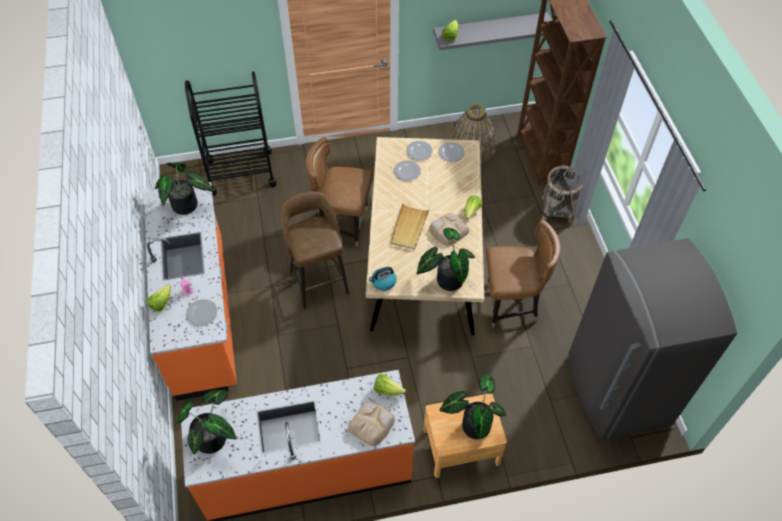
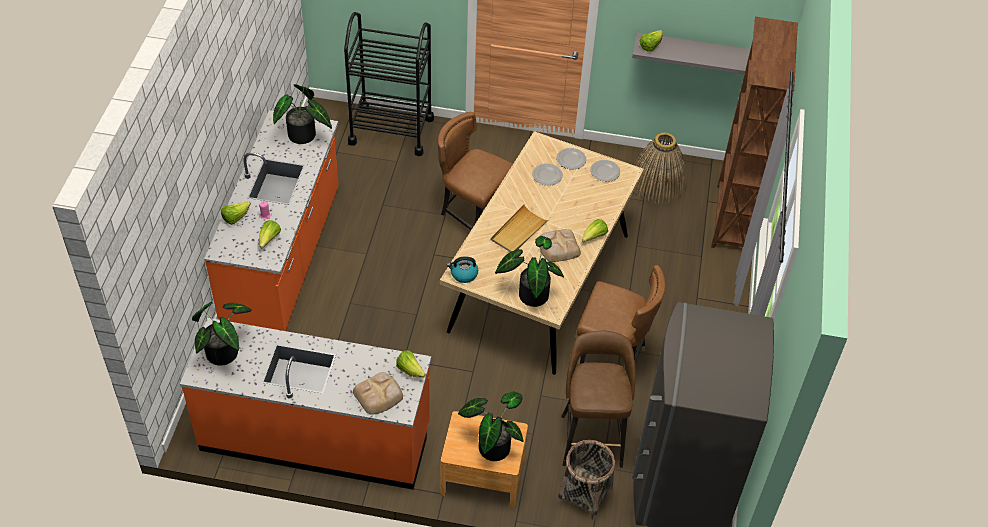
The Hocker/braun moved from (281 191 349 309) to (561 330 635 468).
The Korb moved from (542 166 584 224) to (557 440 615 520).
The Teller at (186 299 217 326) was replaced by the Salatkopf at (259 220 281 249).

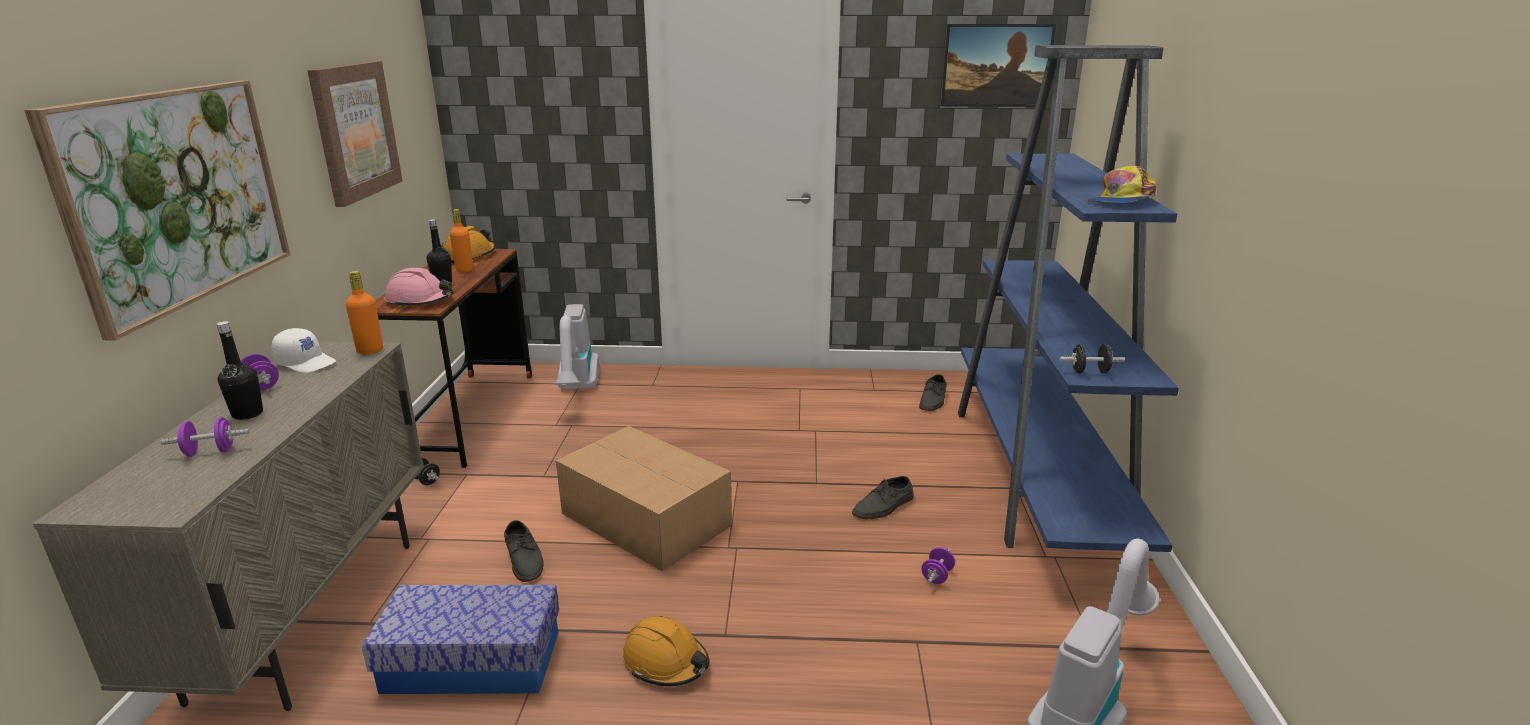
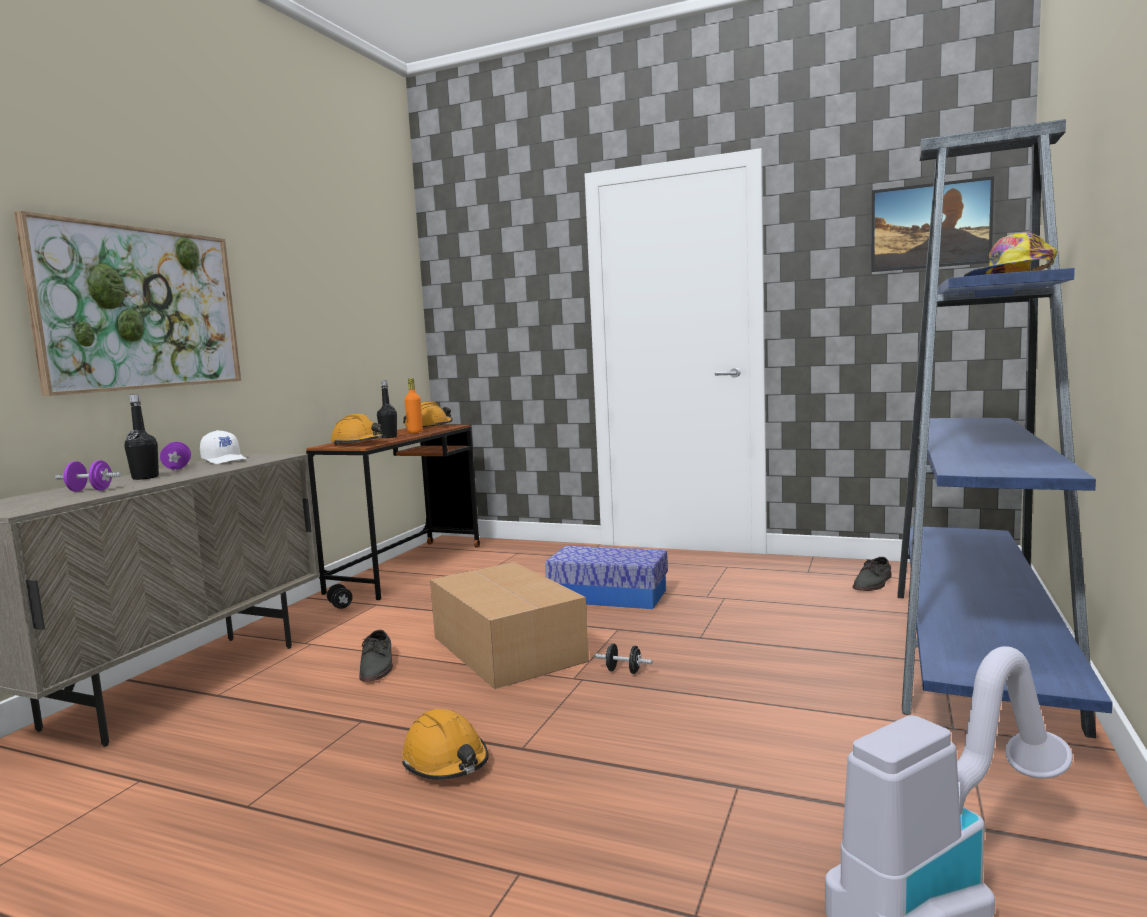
The Bild at (307 61 403 207) disappeared.
The Flasche/orange at (346 271 383 354) disappeared.
The Staubsauger at (554 304 600 390) disappeared.
The Schuh/grau at (852 476 914 519) disappeared.
The Hantel/lila at (921 547 955 584) disappeared.
The Aufbewahrungsbox moved from (362 585 559 694) to (545 546 668 609).
The Hantel/schwarz moved from (1060 344 1125 374) to (595 643 652 674).
The Schutzhelm/rosa at (384 268 454 308) became the Schutzhelm/orange at (331 414 386 445).

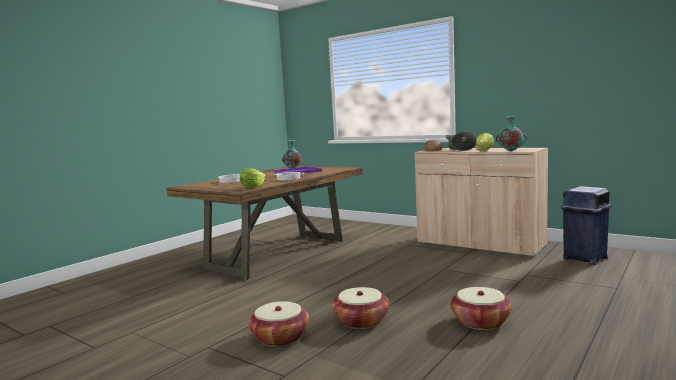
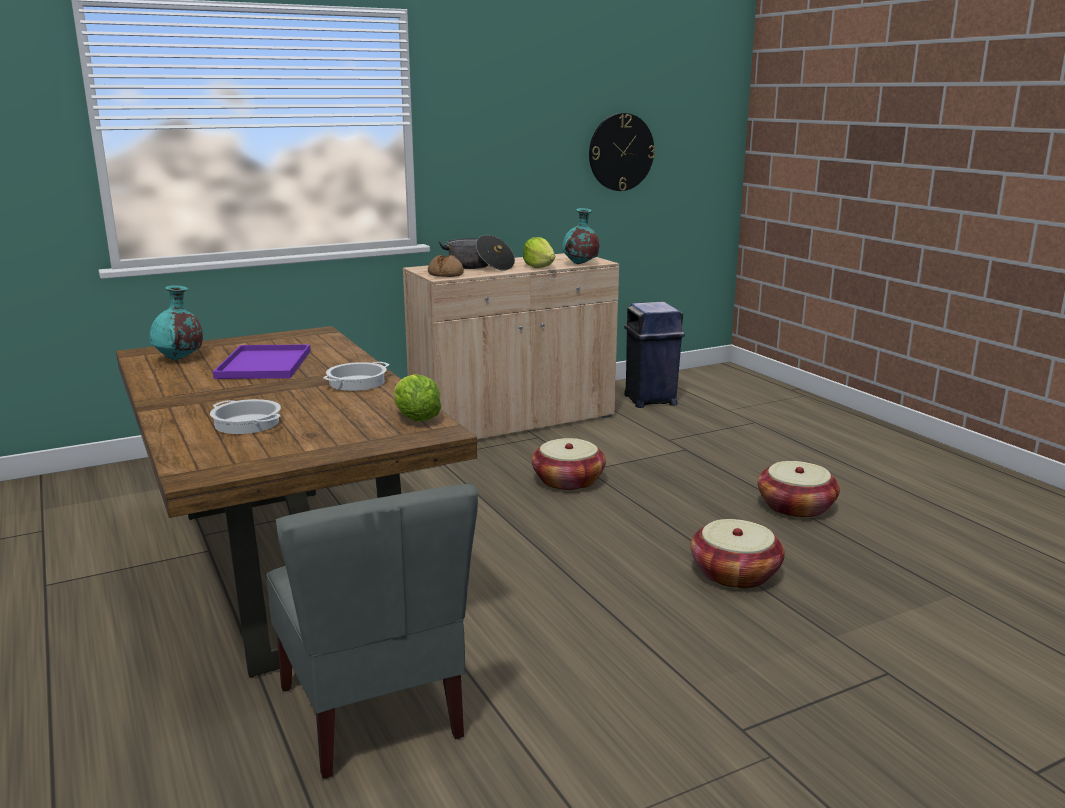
The Stuhl/grau at (266 484 478 779) appeared.
The Wanduhr at (589 113 655 191) appeared.
The Korb moved from (248 301 309 347) to (532 438 606 491).

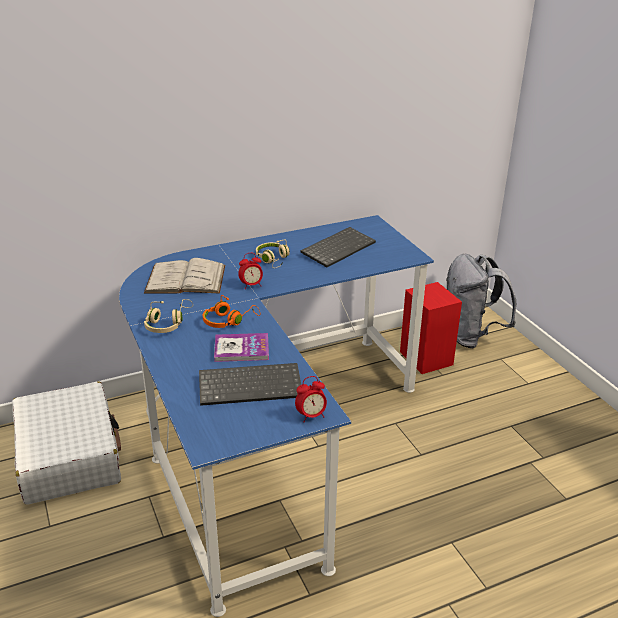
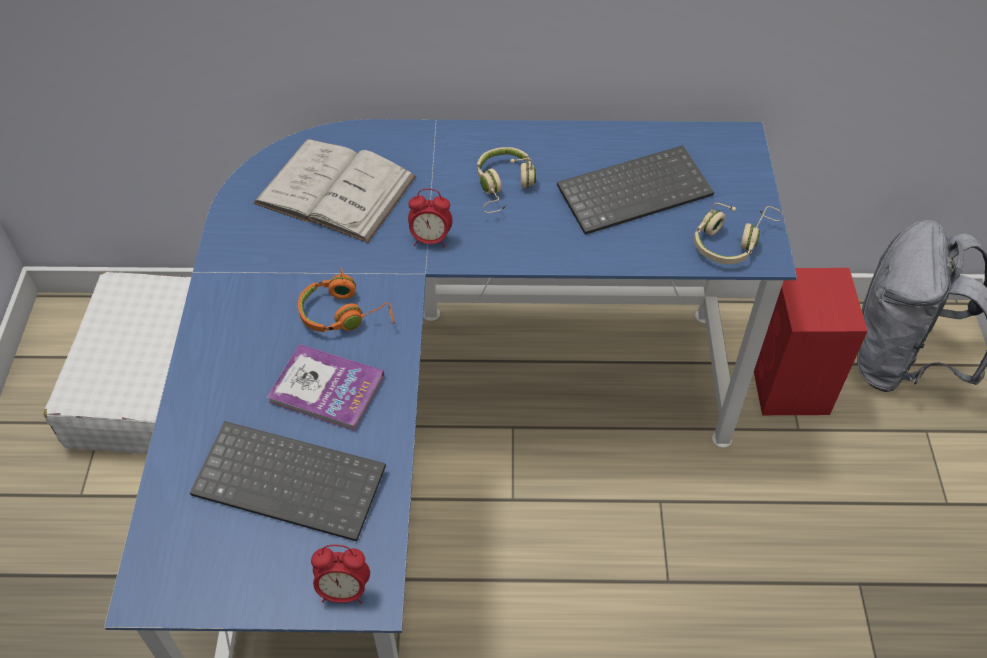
The Kopfhörer/beige moved from (144 299 193 333) to (694 203 782 264).

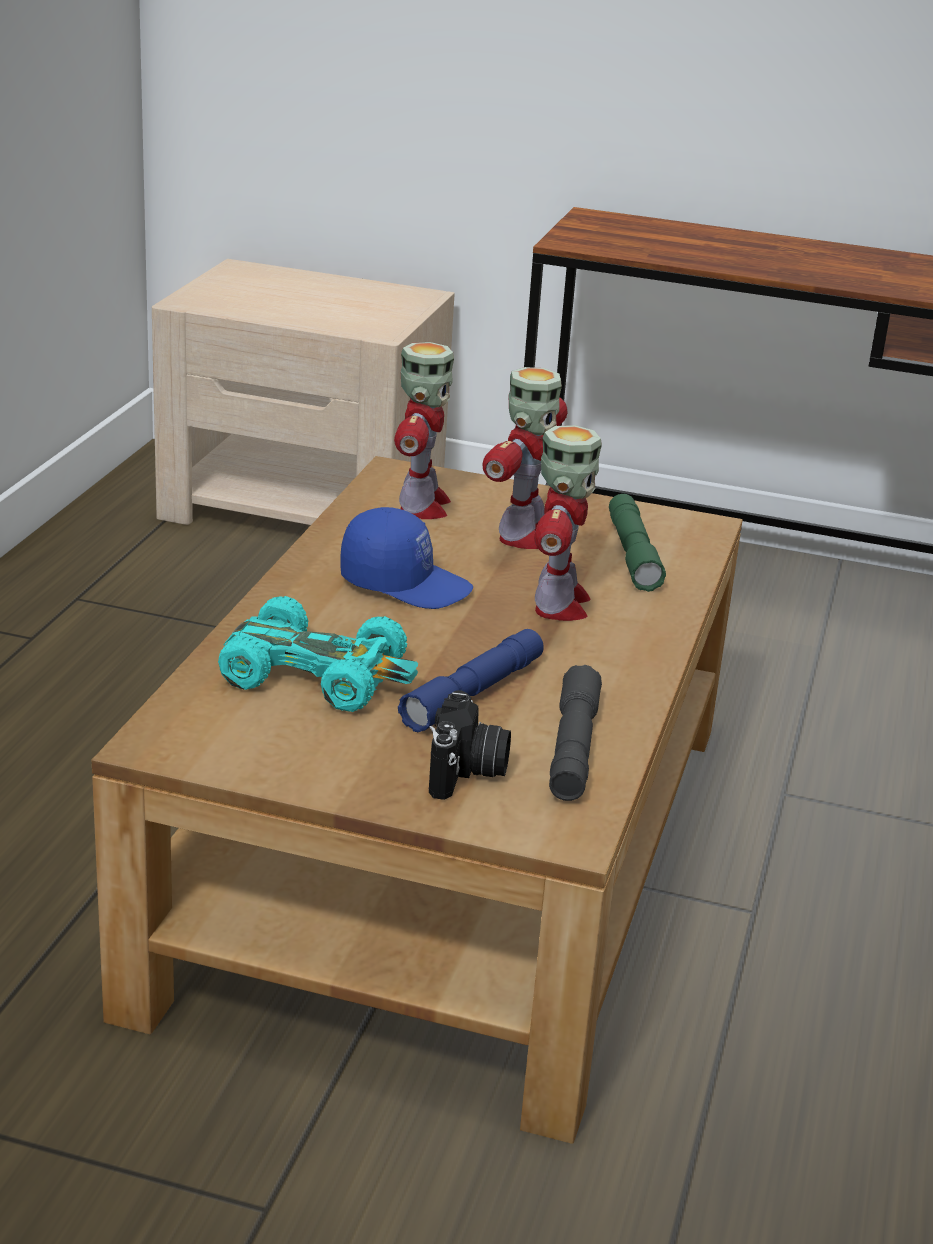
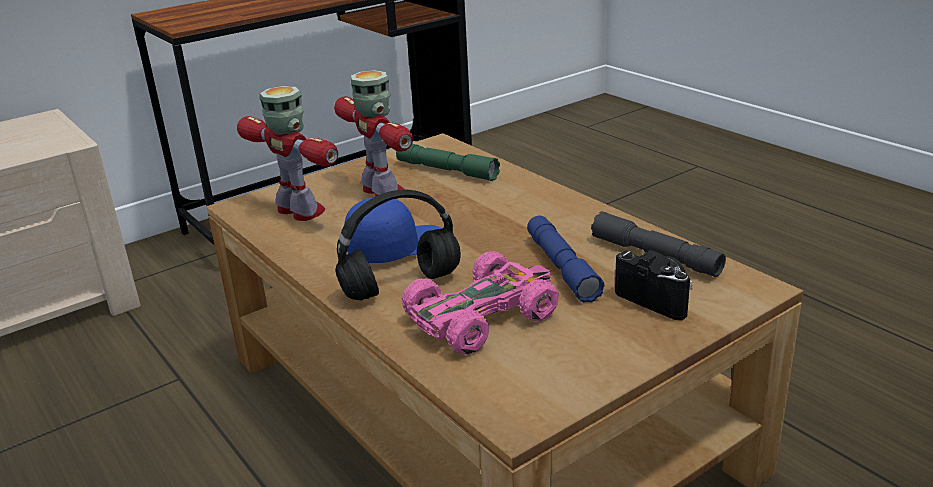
The Spielzeugroboter at (534 425 602 621) disappeared.
The Kopfhörer/schwarz at (335 190 461 301) appeared.
The Spielzeugauto/türkis at (218 596 418 712) became the Spielzeugauto/rosa at (402 251 559 354).

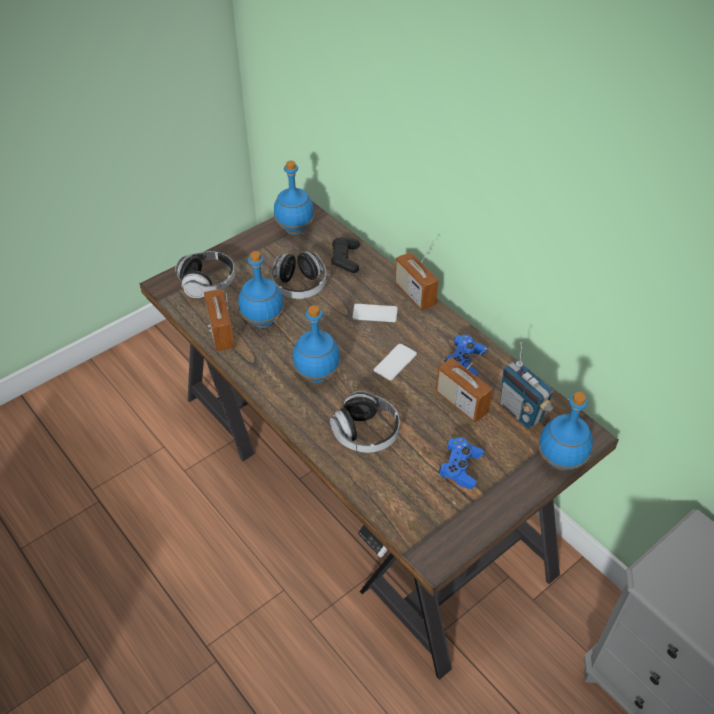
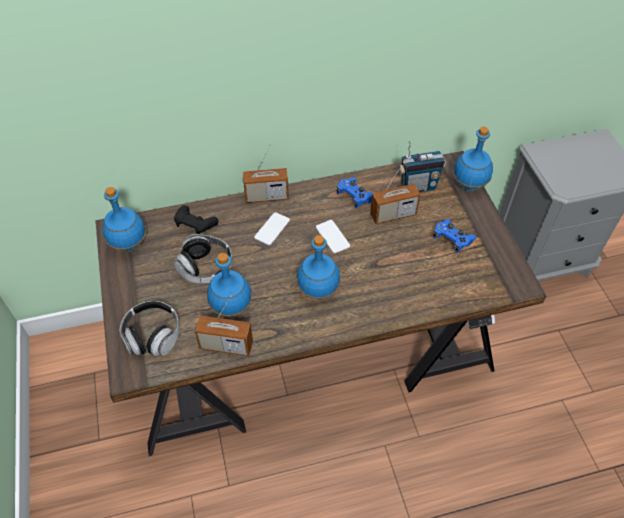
The Kopfhörer at (330 391 400 453) disappeared.

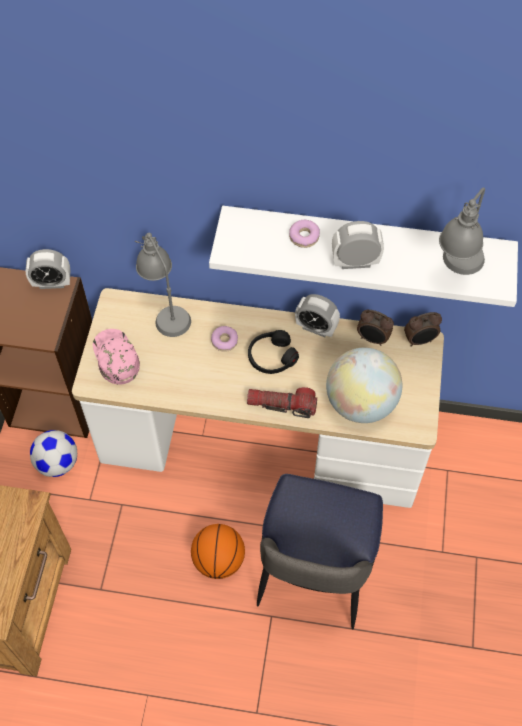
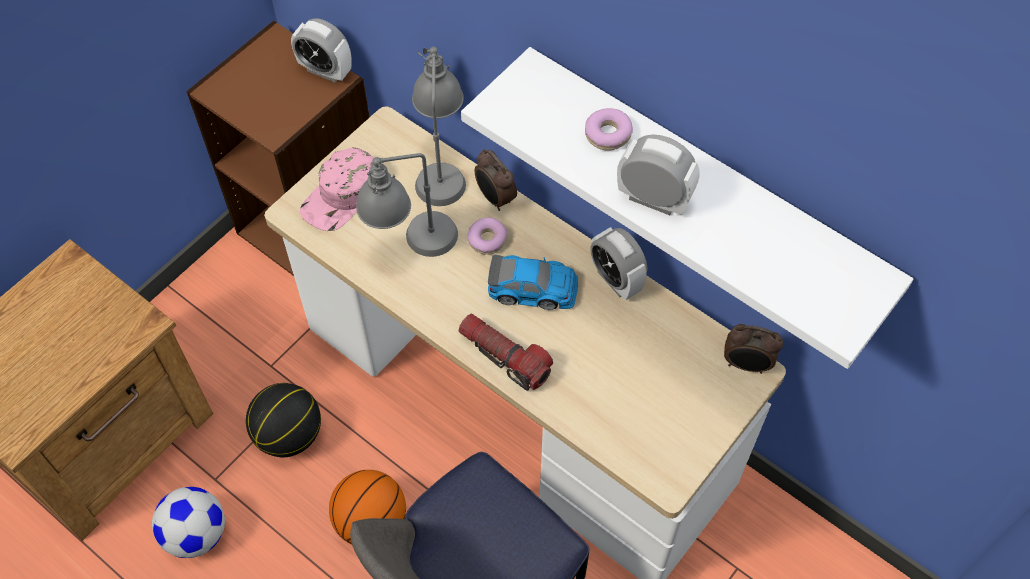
The Globus at (326 348 402 423) disappeared.
The Basketball at (246 383 321 457) appeared.
The Fußball moved from (30 430 77 477) to (152 487 225 558).
The Wecker moved from (357 310 394 346) to (475 149 517 211).
The Tischlampe/grau moved from (439 187 485 275) to (356 153 458 257).
The Kopfhörer/schwarz at (248 330 299 374) was replaced by the Spielzeugauto at (488 255 578 310).
The Kappe/rosa at (93 329 140 385) turned 150 degrees counterclockwise.

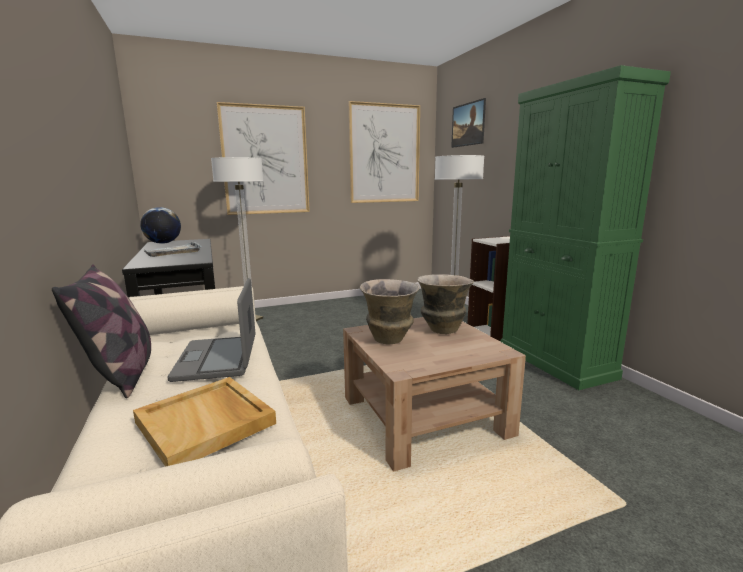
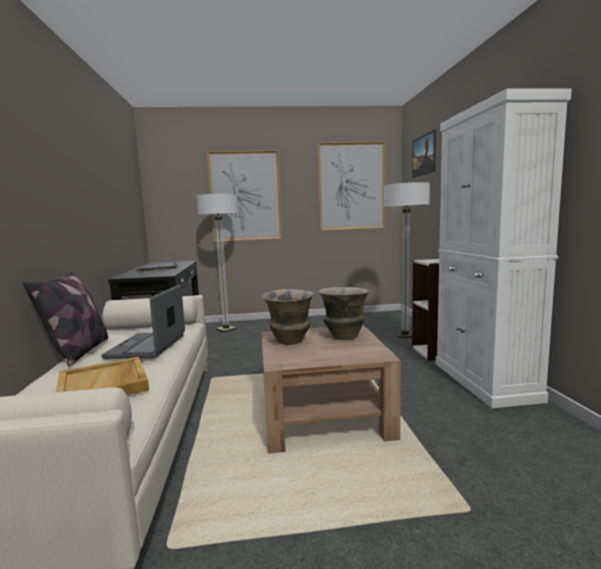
The Globus at (140 207 181 244) disappeared.
The Schrank/grün at (501 65 671 390) became the Schrank/weiß at (436 88 572 408).

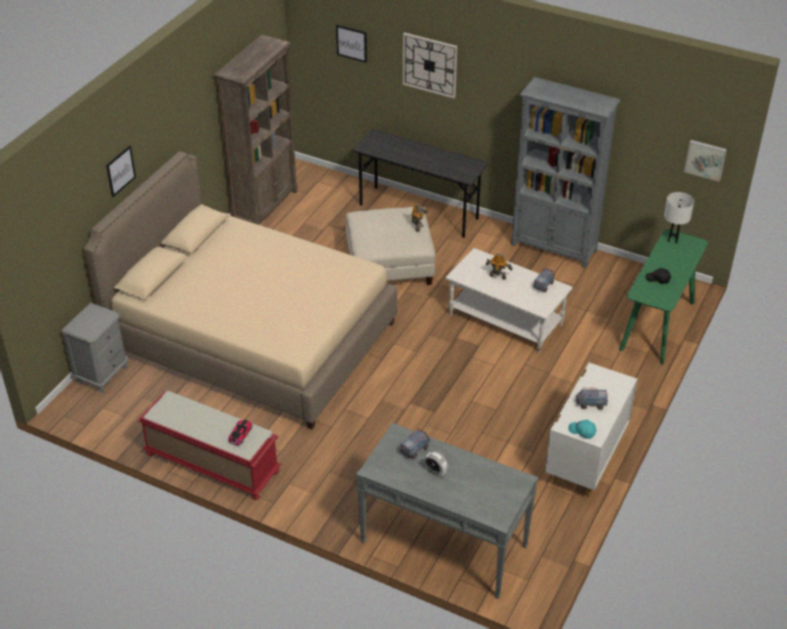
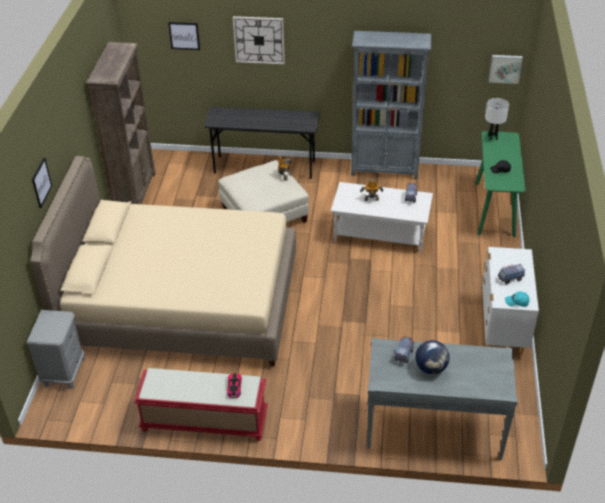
The Wecker at (425 451 447 477) was replaced by the Globus at (415 340 450 374).

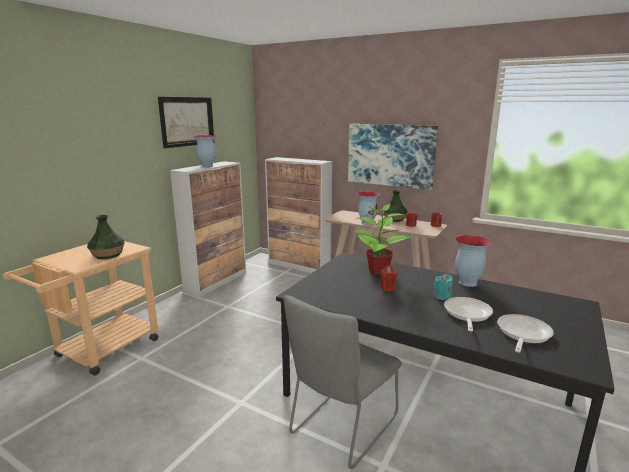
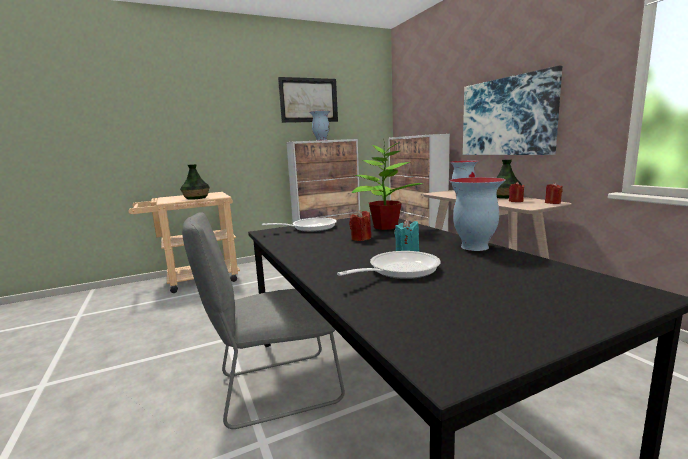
The Pfanne moved from (497 314 554 352) to (262 218 337 232).

